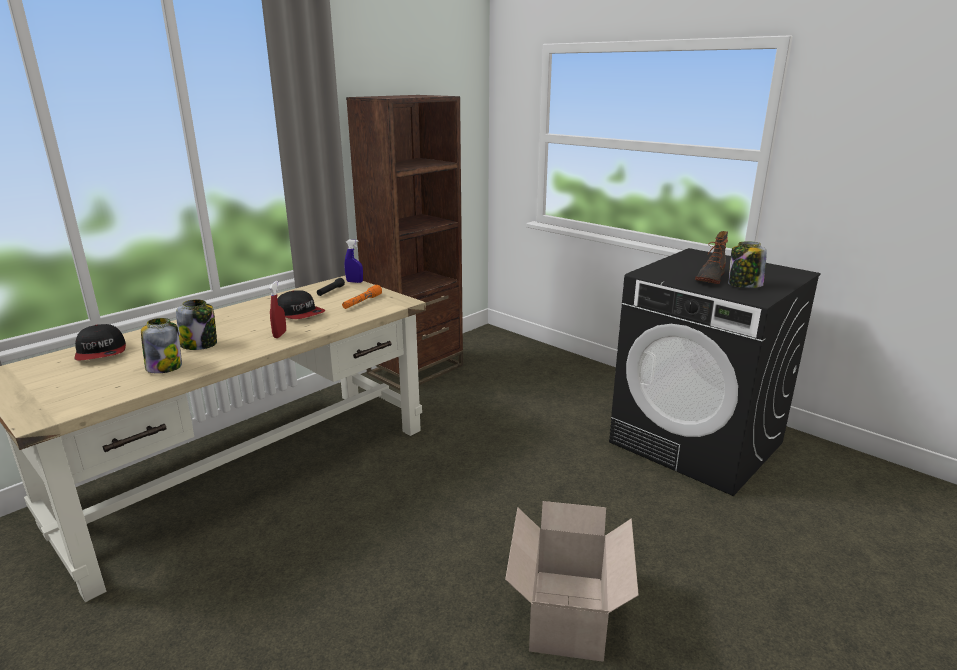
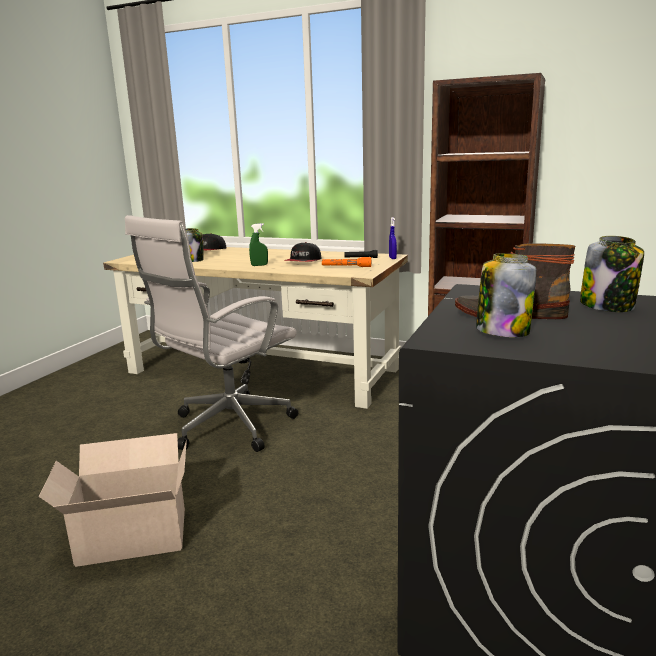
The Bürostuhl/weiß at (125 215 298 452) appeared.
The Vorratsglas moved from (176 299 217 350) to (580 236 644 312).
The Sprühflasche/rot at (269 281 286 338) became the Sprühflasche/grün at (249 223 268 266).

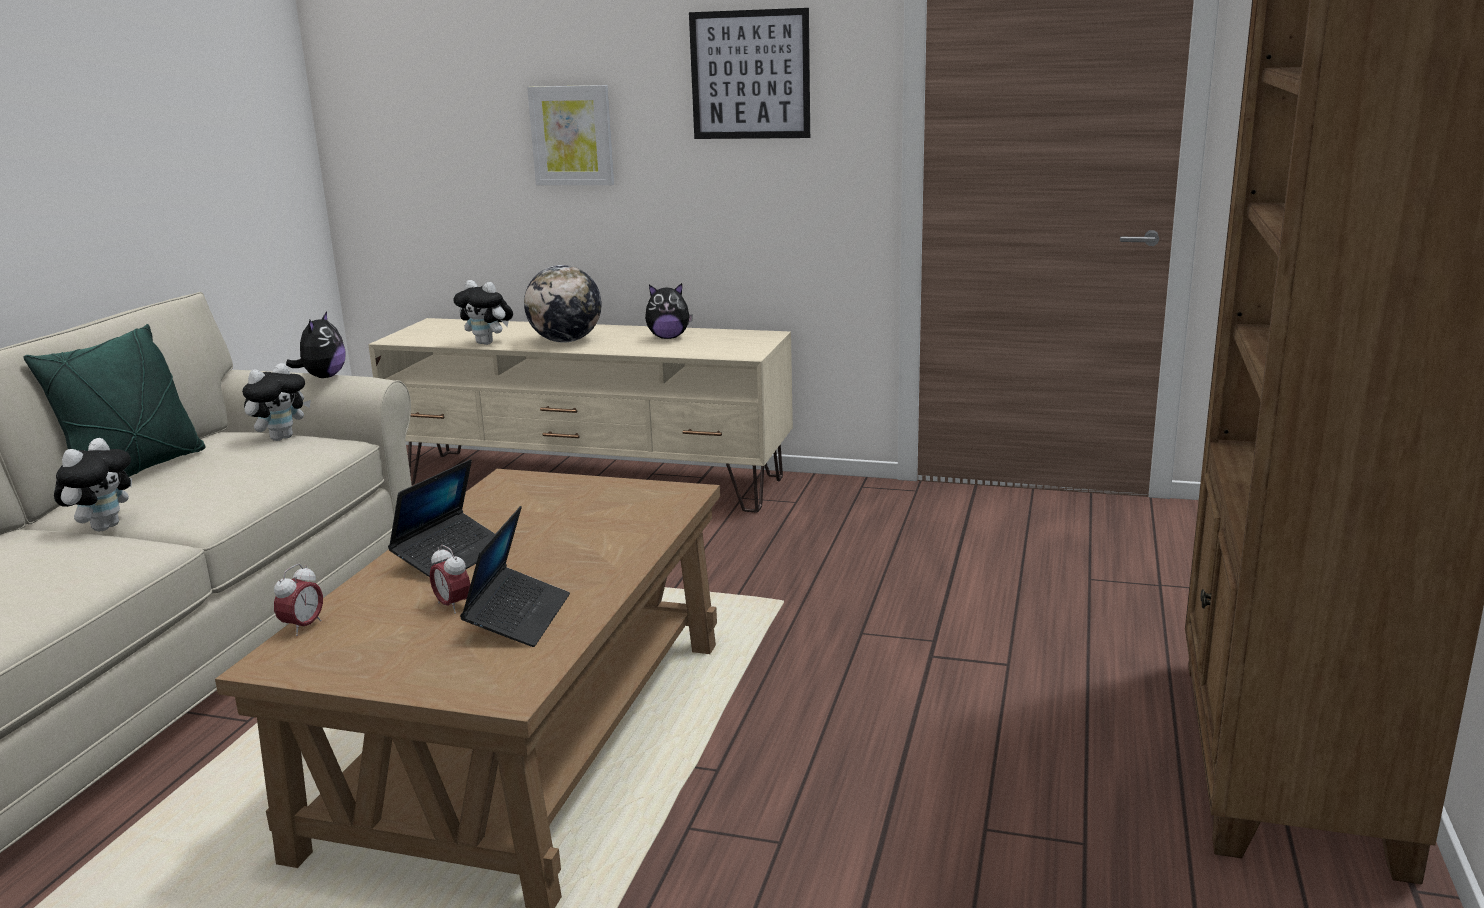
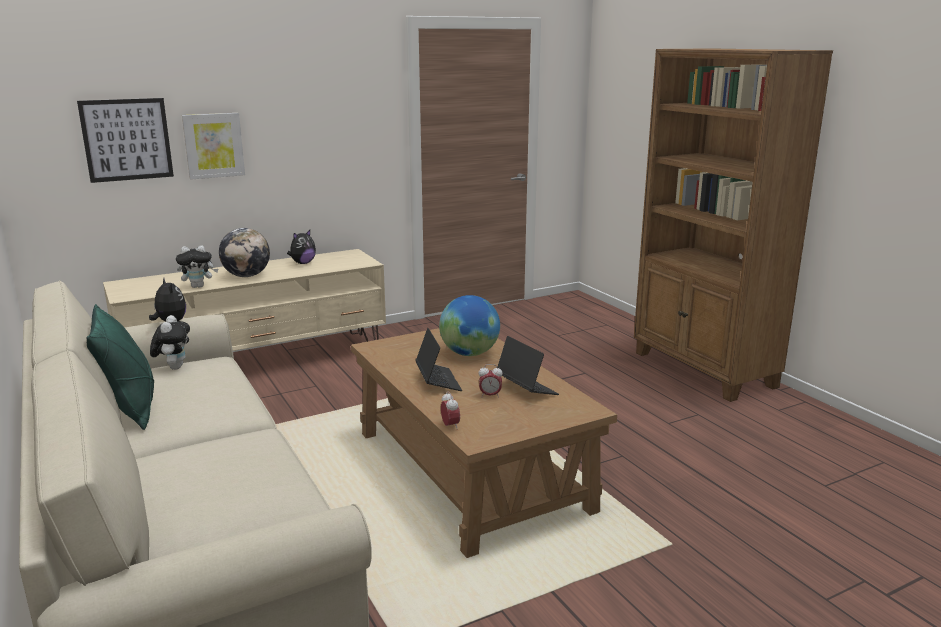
The Plüschtier at (54 438 132 531) disappeared.
The Globus at (439 295 500 356) appeared.
The Bild moved from (689 8 810 139) to (77 98 174 183).

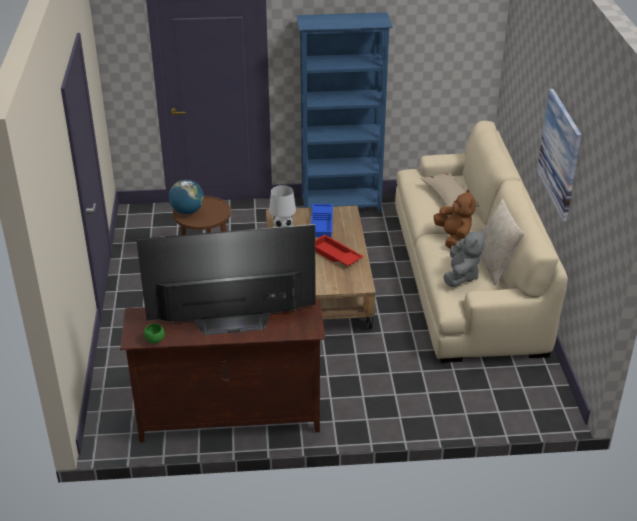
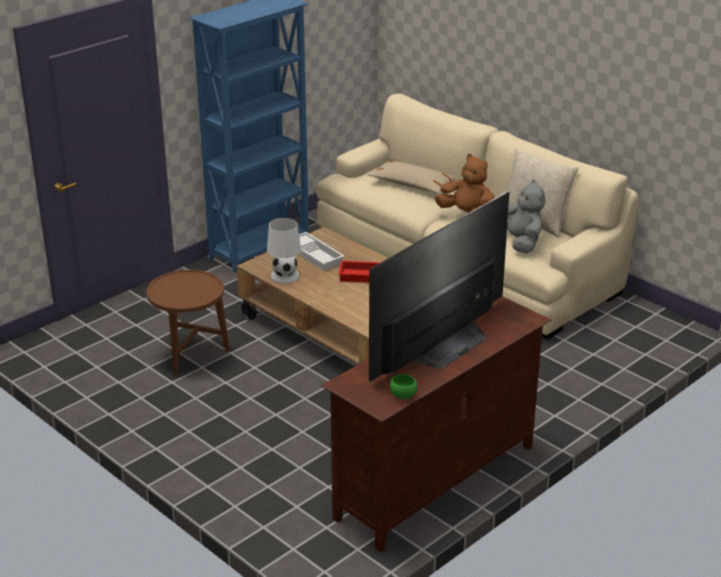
The Globus at (169 180 204 214) disappeared.
The Bild at (537 89 582 222) disappeared.
The Tablett/blau at (311 204 333 237) became the Tablett/weiß at (299 232 345 271).

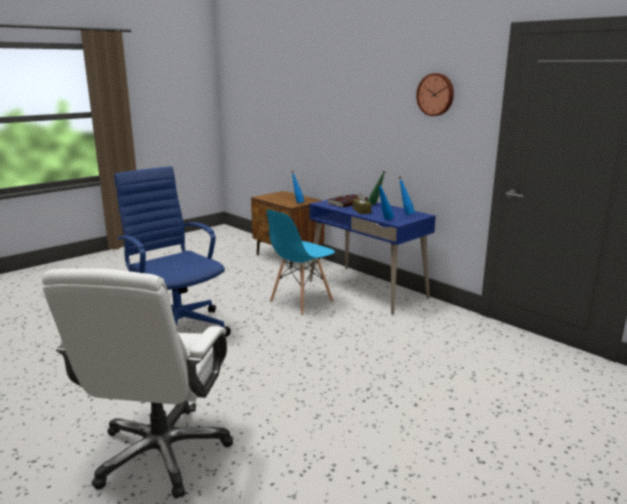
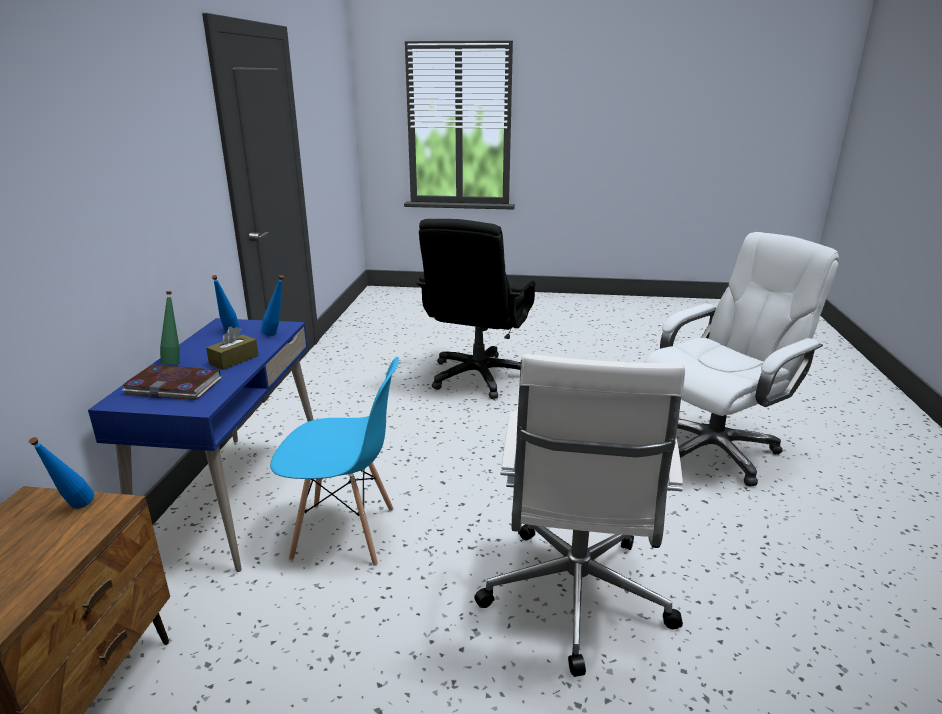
The Wanduhr at (416 73 454 116) disappeared.
The Bürostuhl/schwarz at (417 219 535 399) appeared.
The Bürostuhl/blau at (114 166 231 336) became the Bürostuhl/weiß at (474 354 685 677).

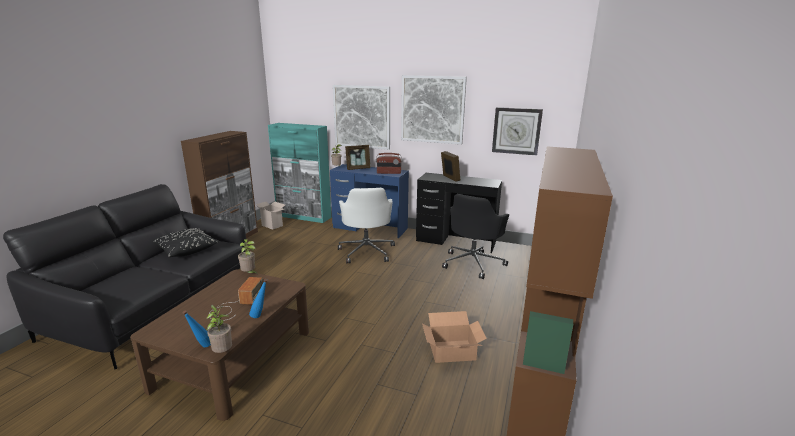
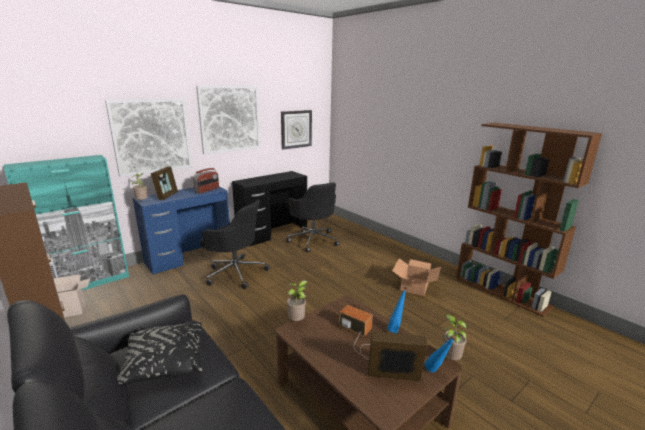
The Bilderrahmen moved from (441 151 460 182) to (368 331 428 381).
The Bürostuhl/weiß at (338 188 395 263) became the Bürostuhl/schwarz at (200 200 270 289).

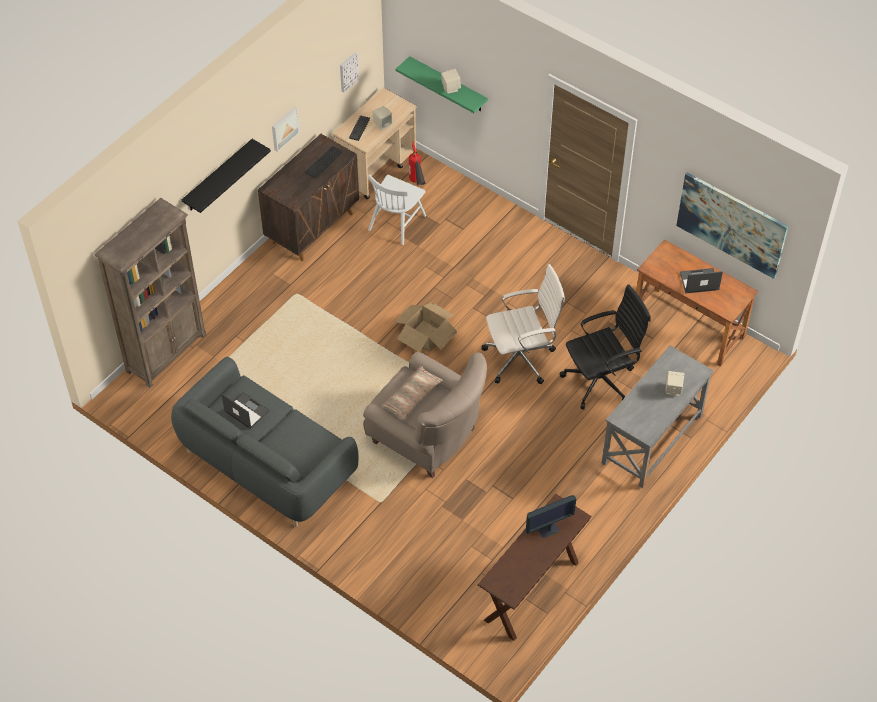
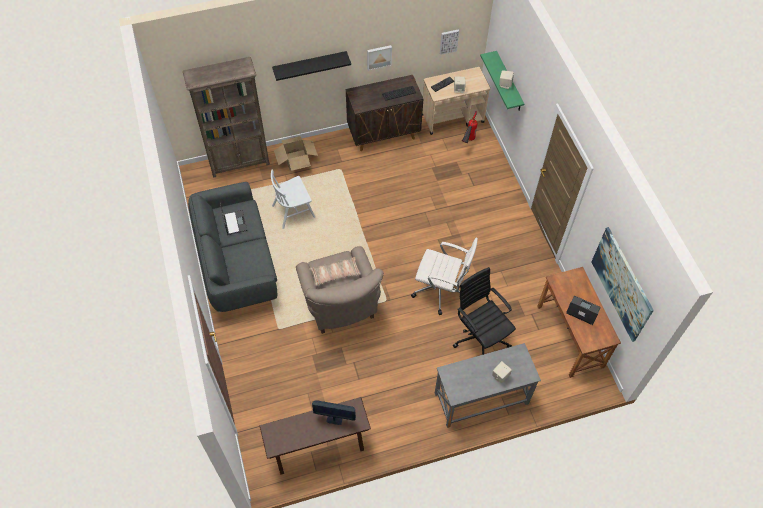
The Stuhl/weiß moved from (368 175 426 245) to (271 169 315 229).
The Karton moved from (394 302 458 352) to (274 136 318 171).
The Bürostuhl/schwarz at (560 284 651 409) turned 135 degrees counterclockwise.

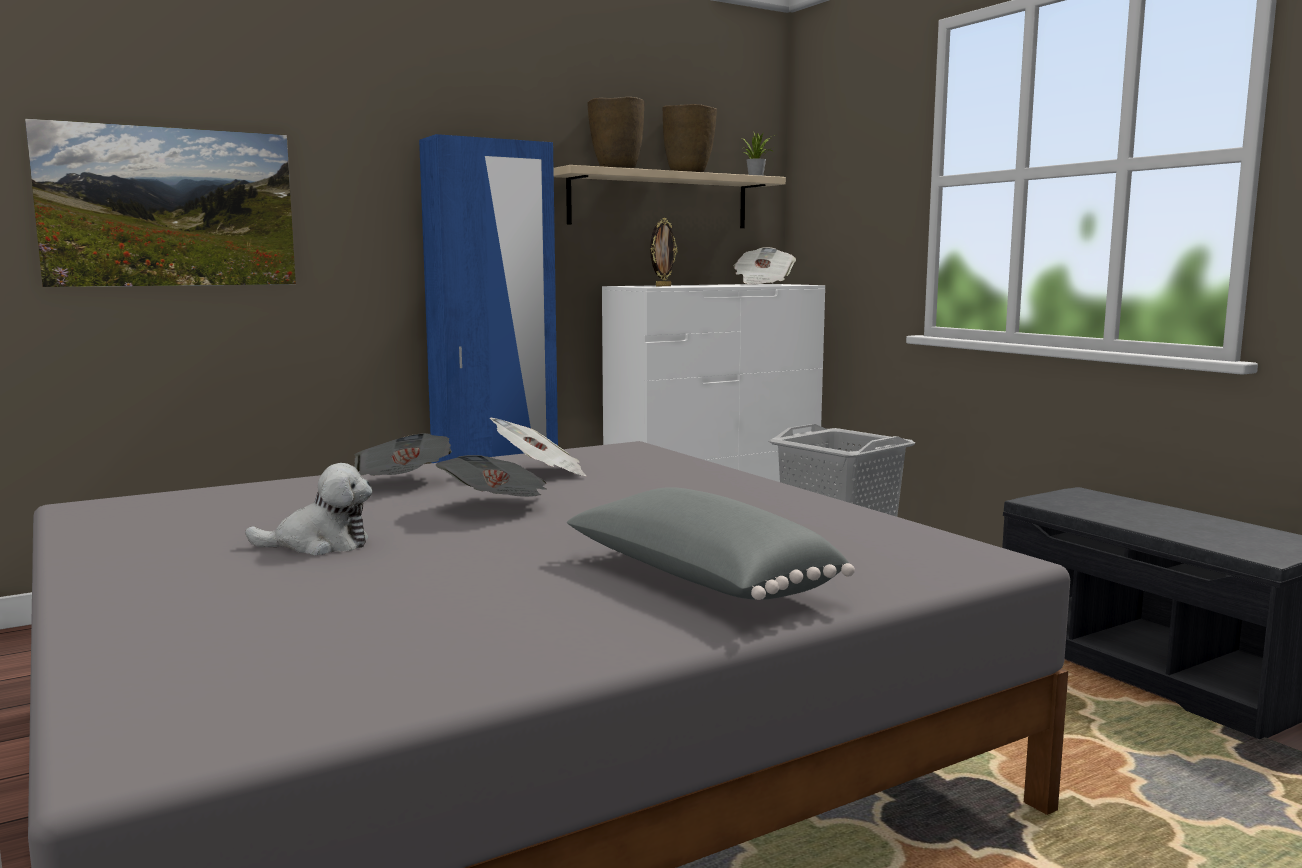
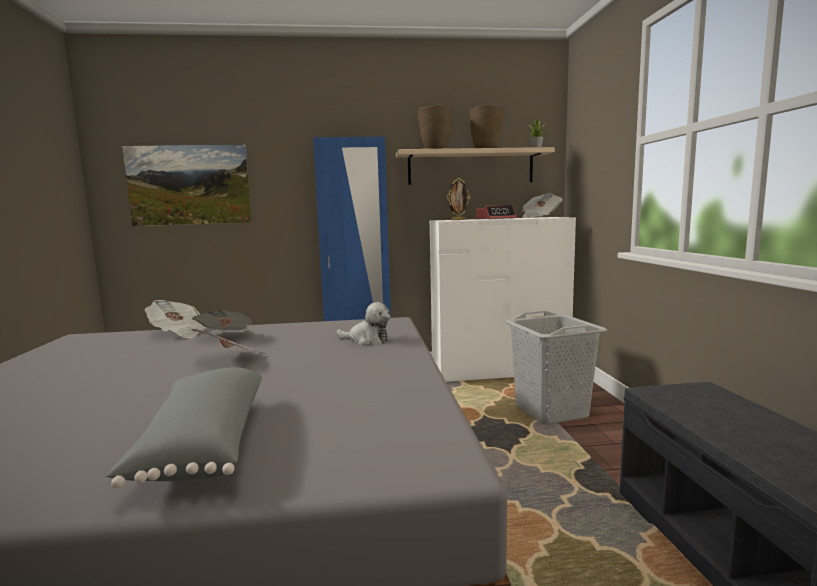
The Wecker at (476 205 516 219) appeared.
The Plüschtier moved from (245 463 372 556) to (337 302 390 345).
The Zeitung moved from (490 418 586 476) to (145 300 208 338).

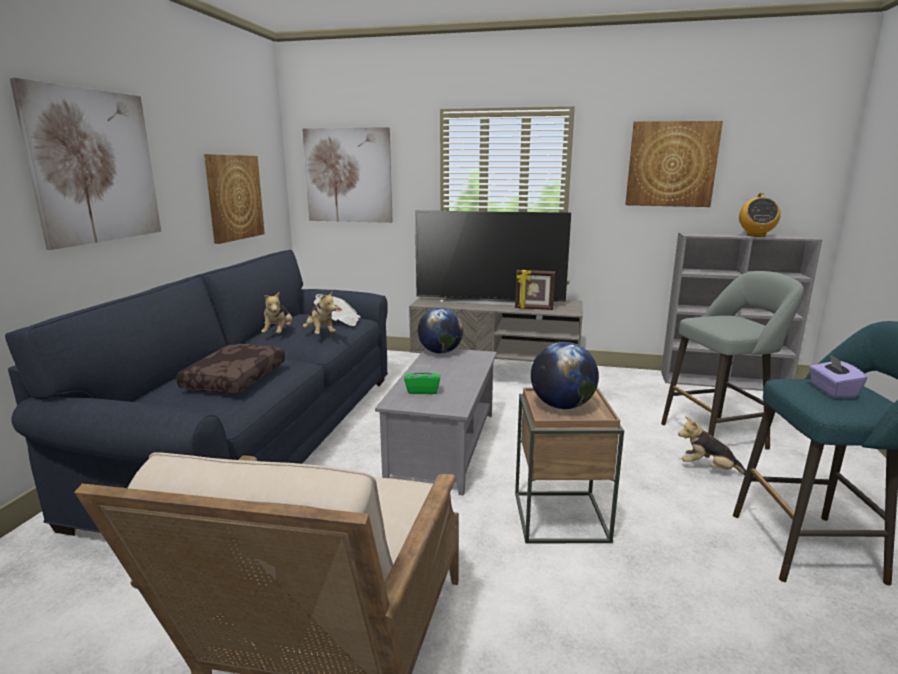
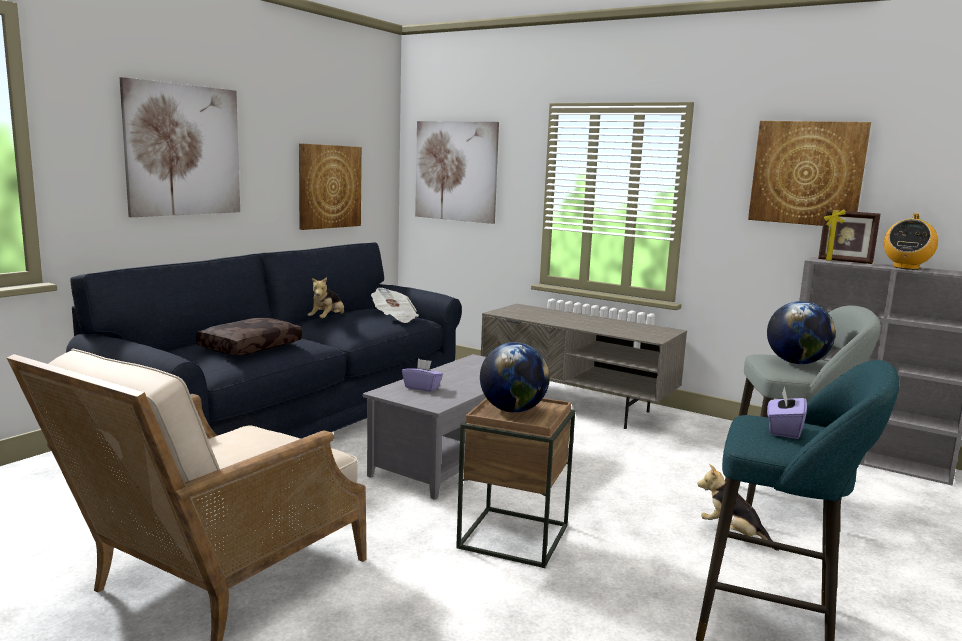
The Plüschtier at (303 291 336 334) disappeared.
The Fernseher at (415 211 571 305) disappeared.
The Globus moved from (418 308 463 354) to (767 301 835 364).
The Bilderrahmen moved from (515 270 555 310) to (818 209 880 264).
The Taschentuchbox/grün at (404 364 440 394) became the Taschentuchbox/lila at (402 359 443 392).

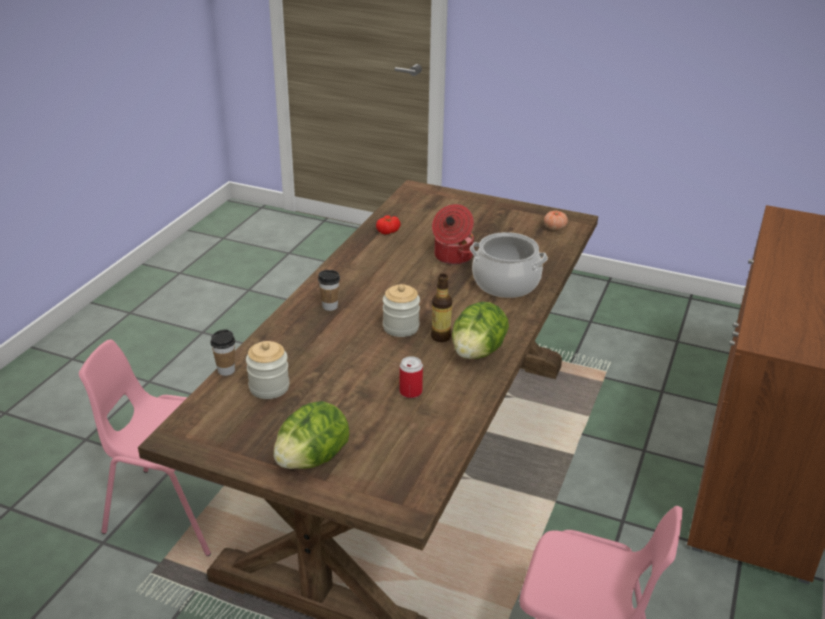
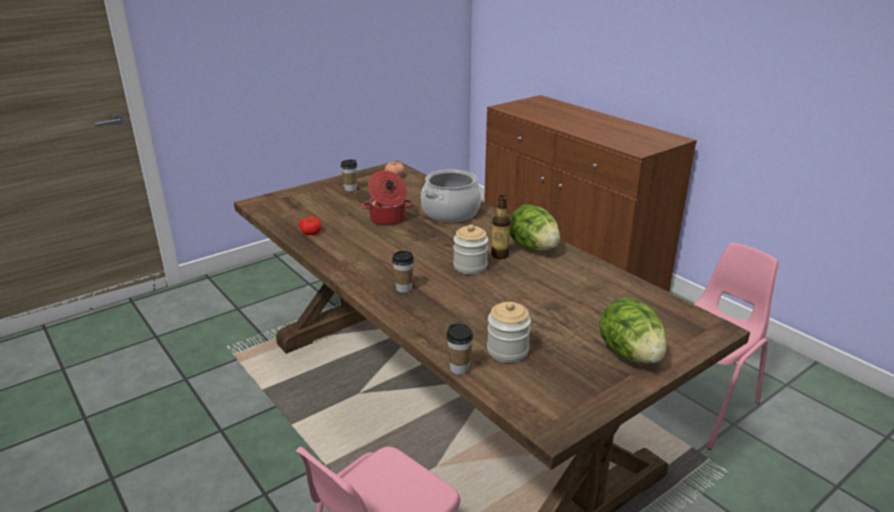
The Dose at (400 356 423 398) disappeared.
The Tasse at (341 159 357 191) appeared.

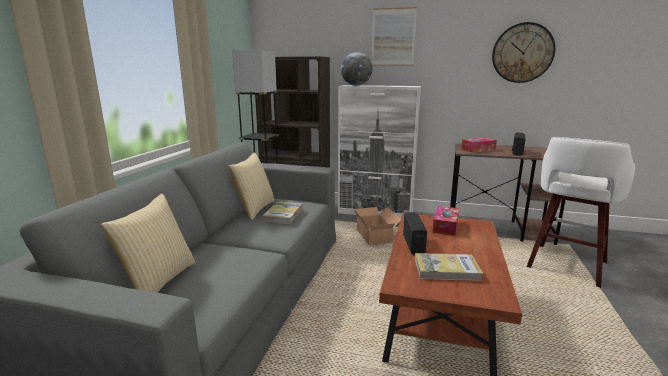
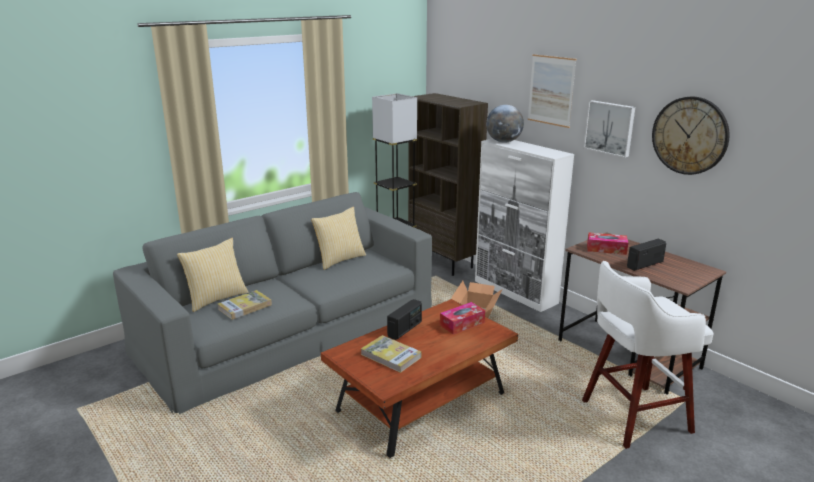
The Bild at (584 100 635 158) appeared.
The Buch moved from (262 202 303 224) to (218 290 272 320).

